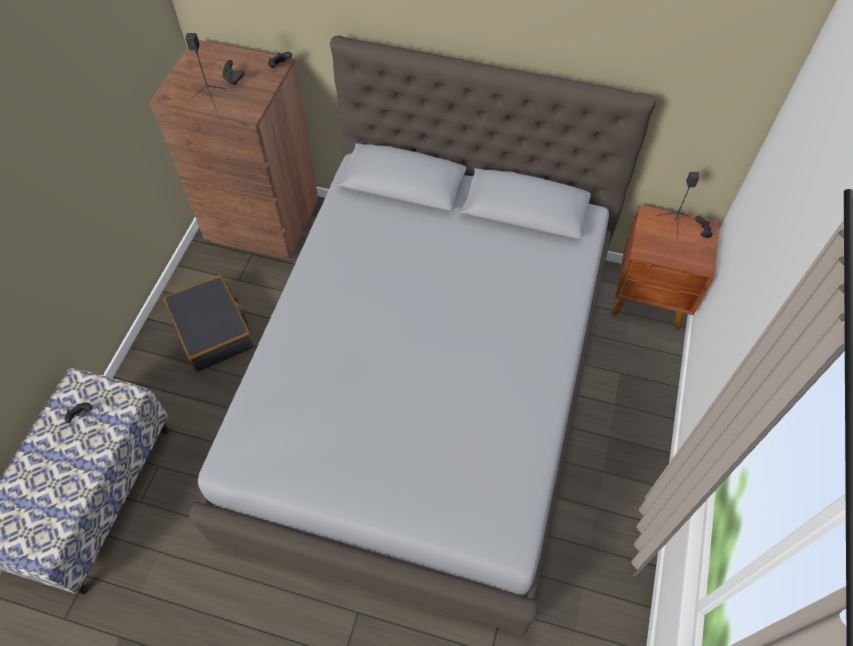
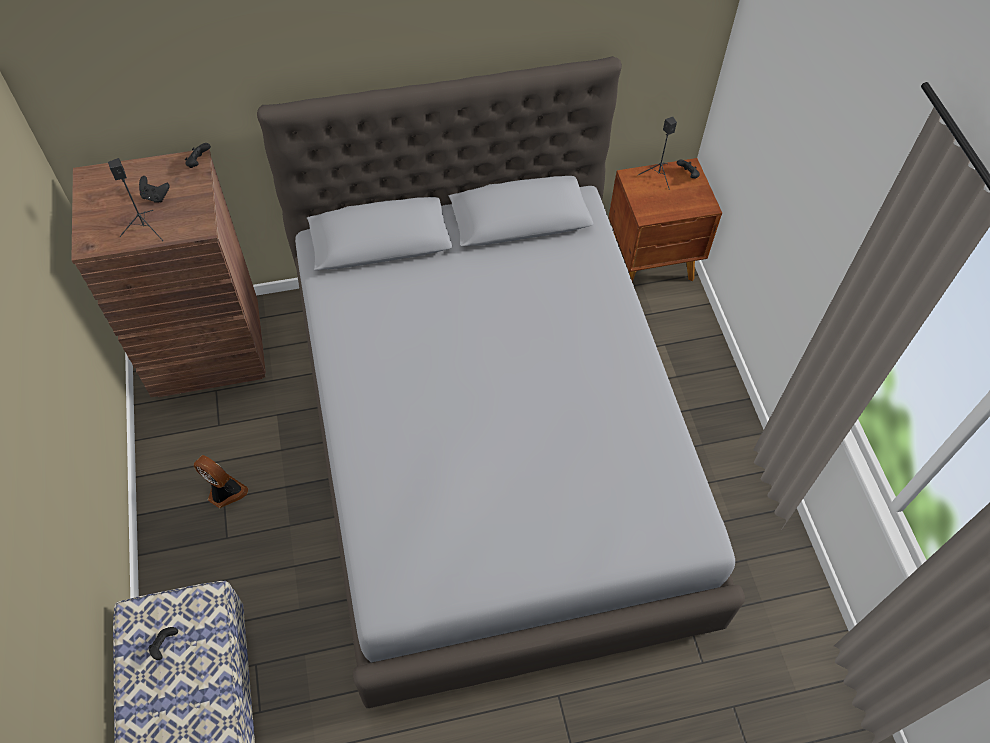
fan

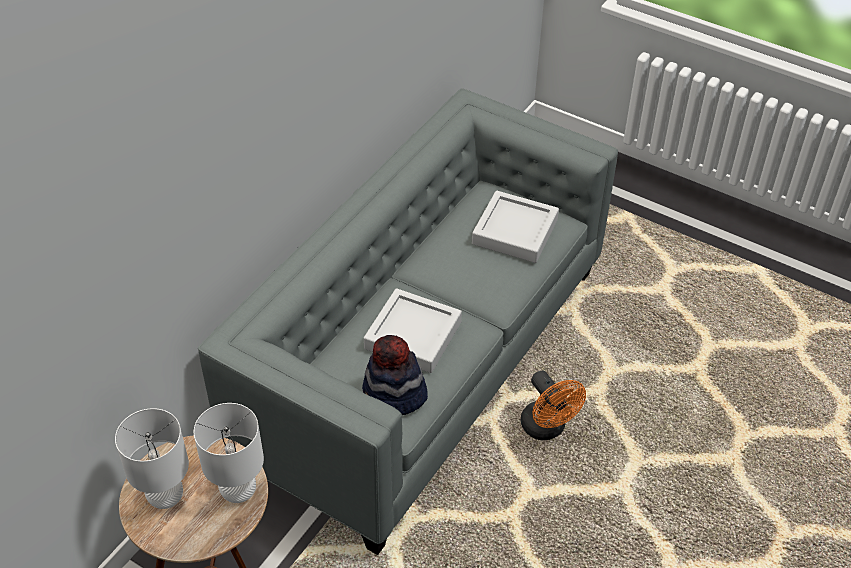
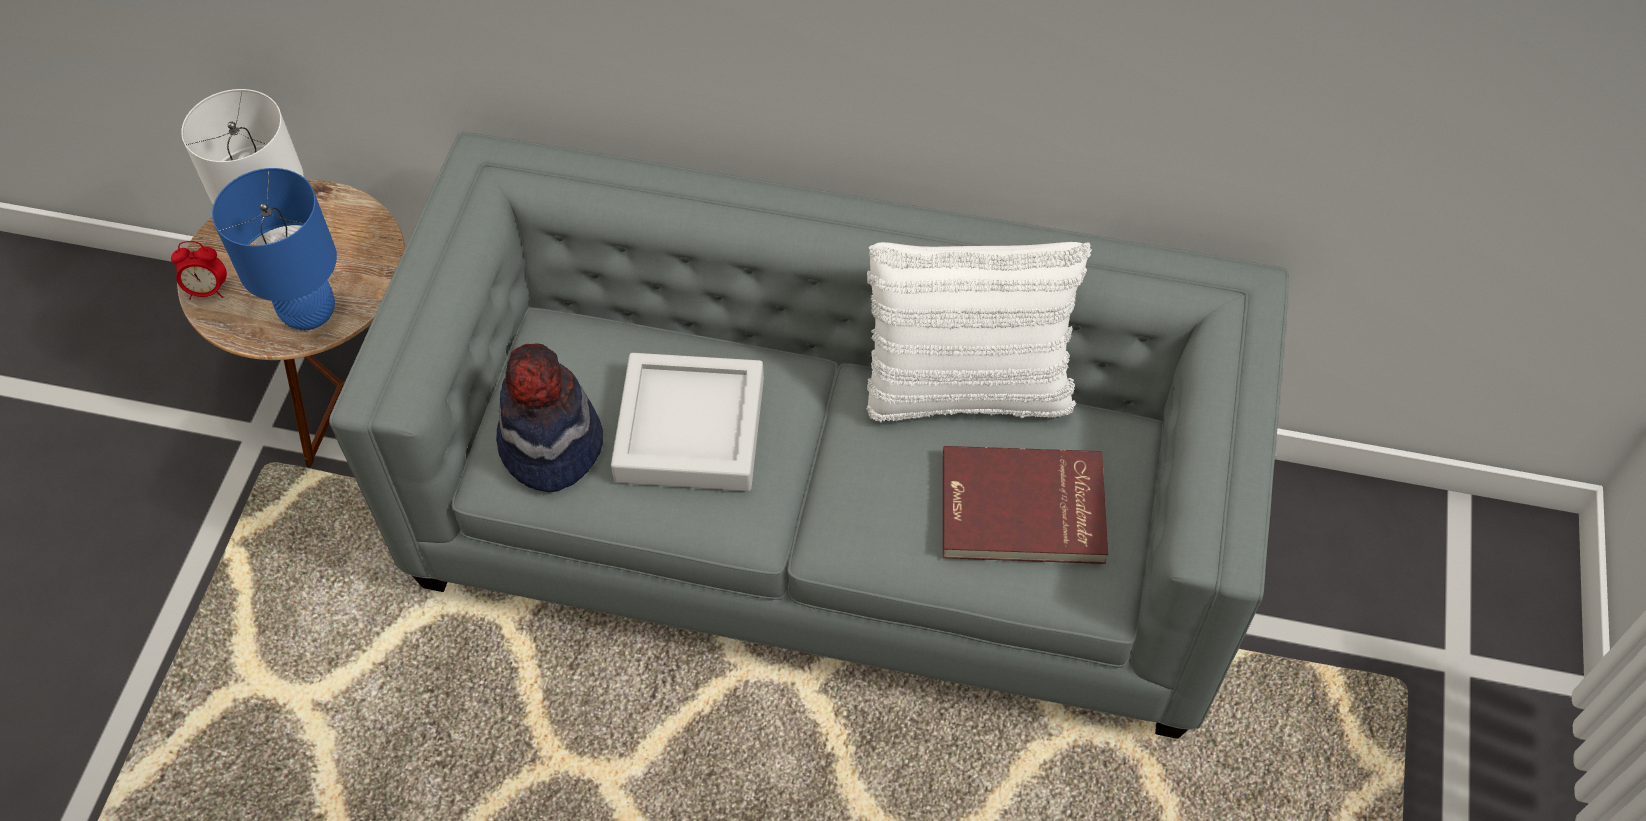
bedside clock
lamp for a table/bluish
pillow/whitish
volume/red
fan/orange-coloured

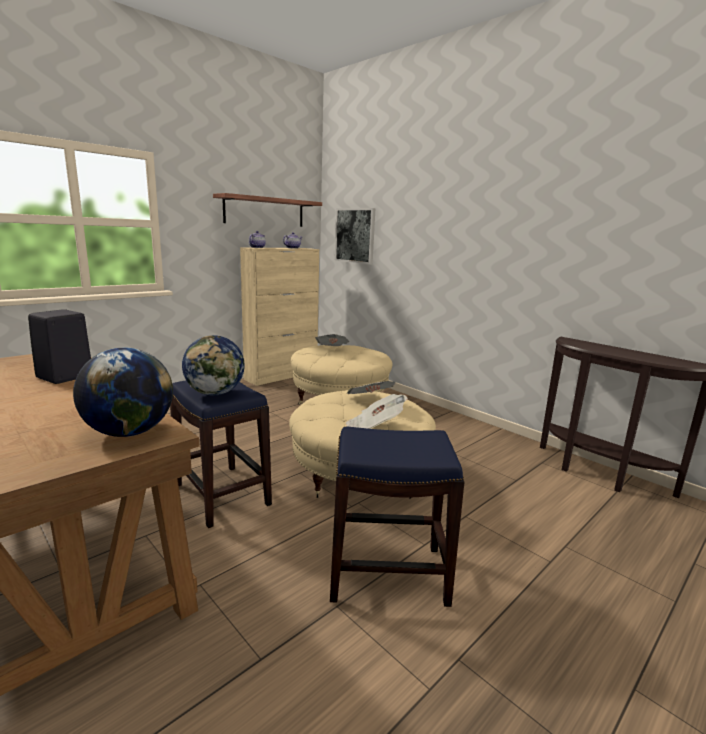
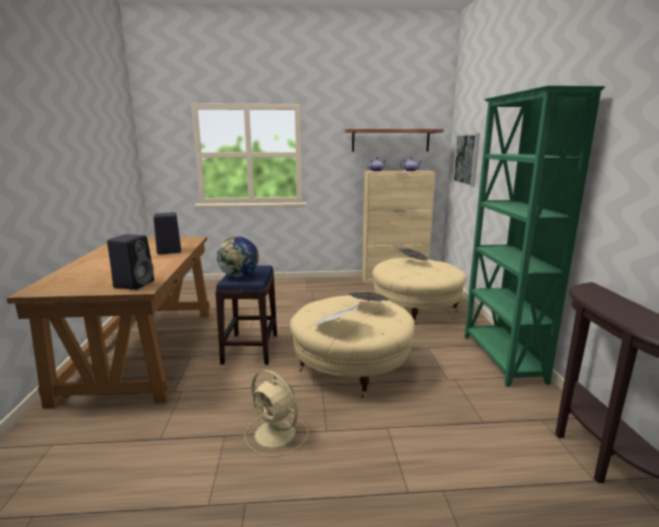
speaker/blackish (no. 1 from left)
fan/sand-coloured
shelving unit/green

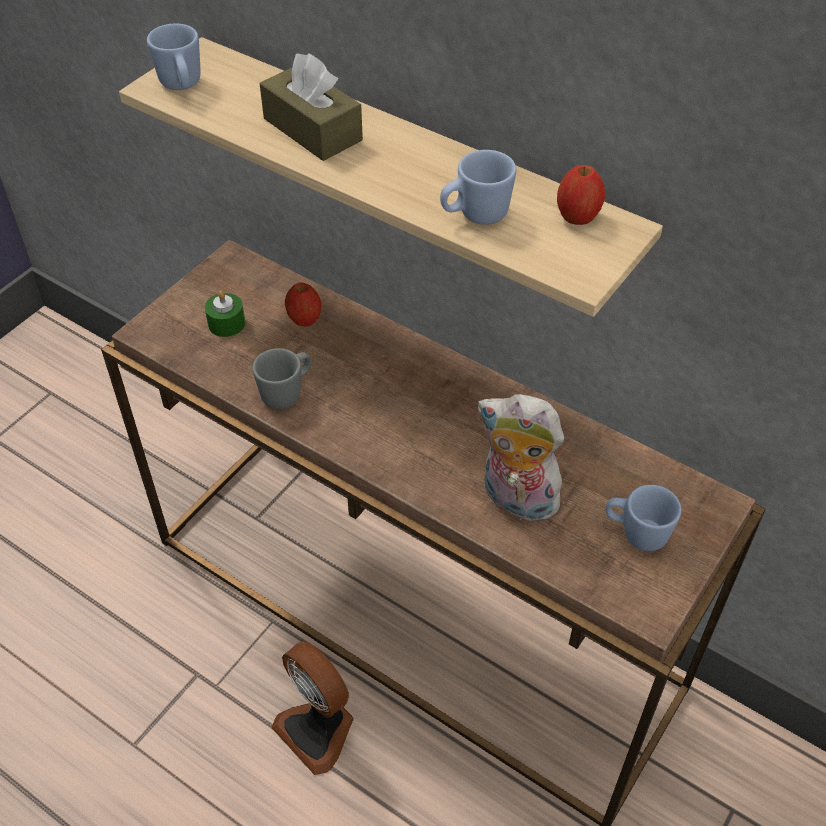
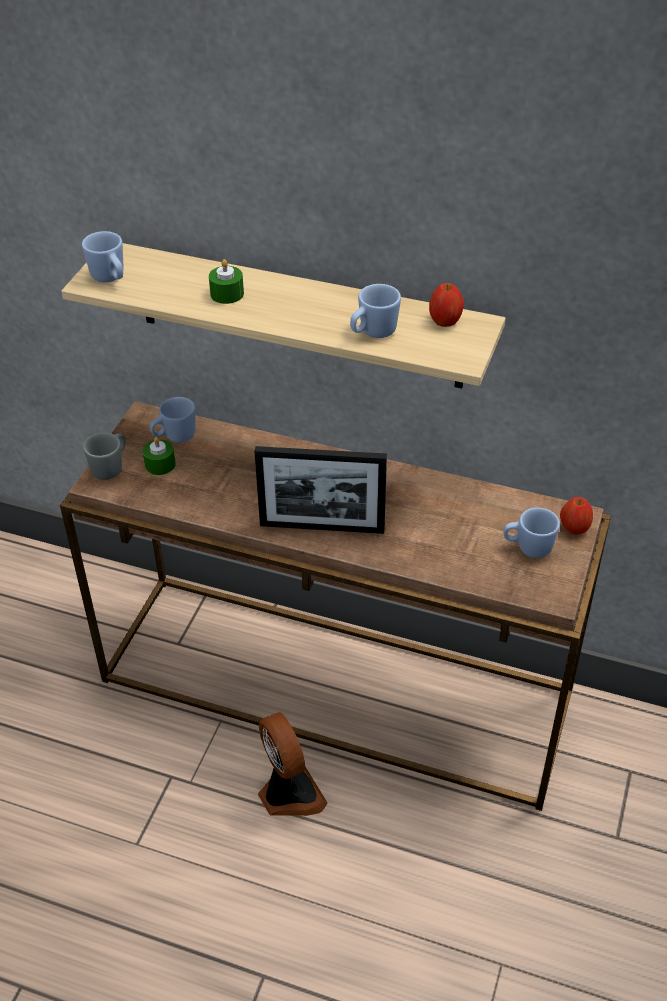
mug/grey
mug/bluish (no. 2 from left)
candle/green (no. 2 from left)
picture frame
fan
whole apple (no. 2 from left)
cuddly toy

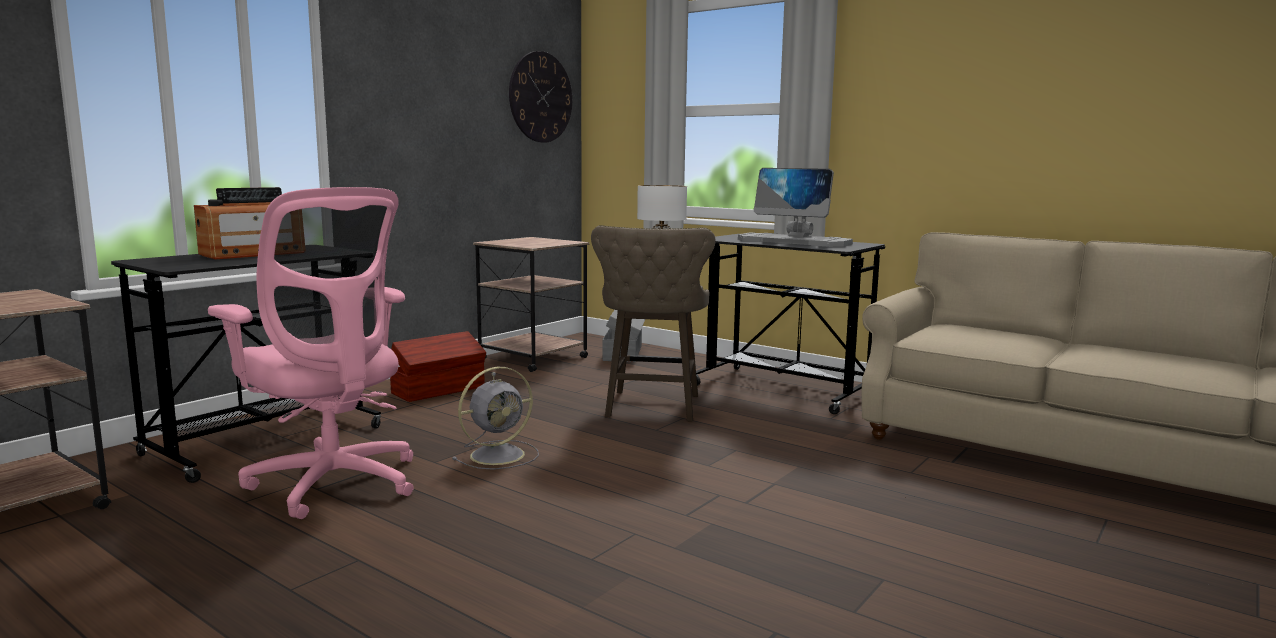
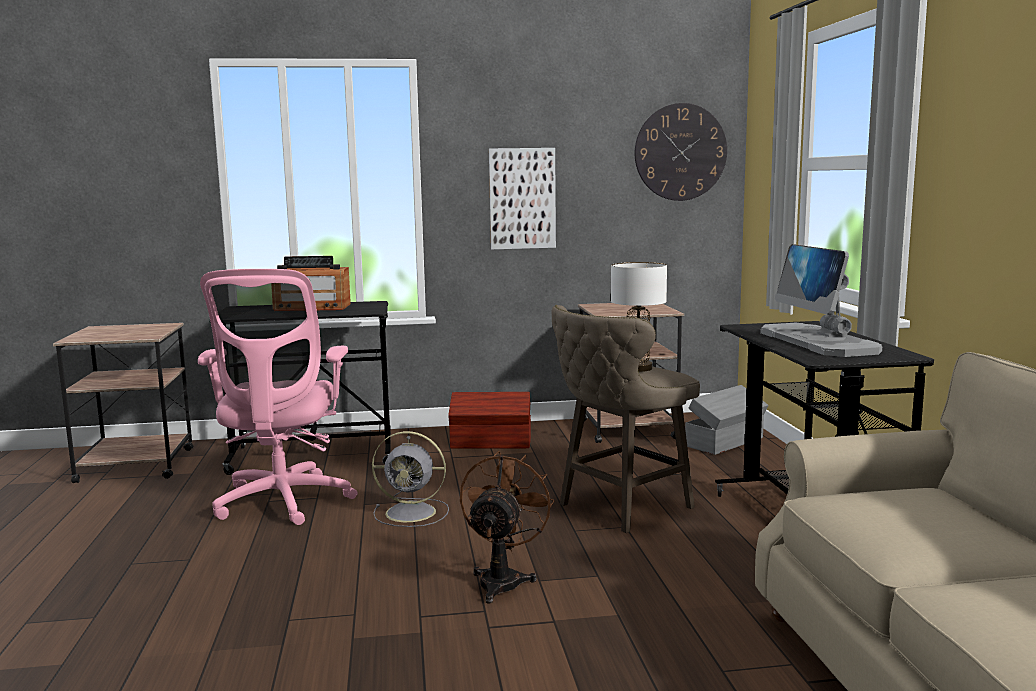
fan/brown
picture

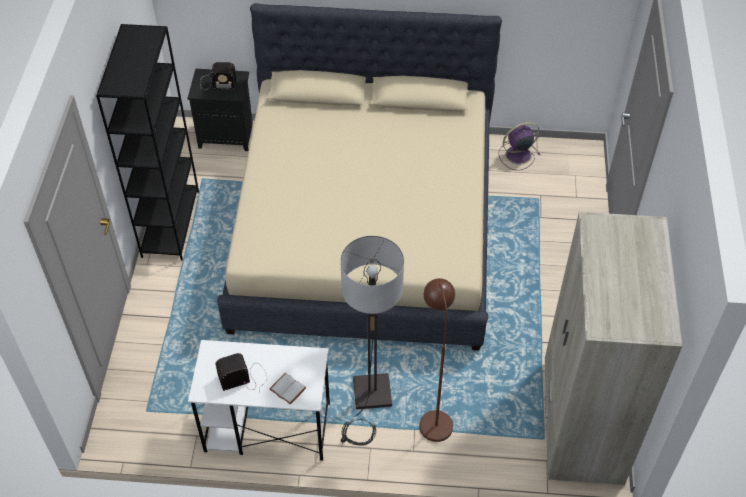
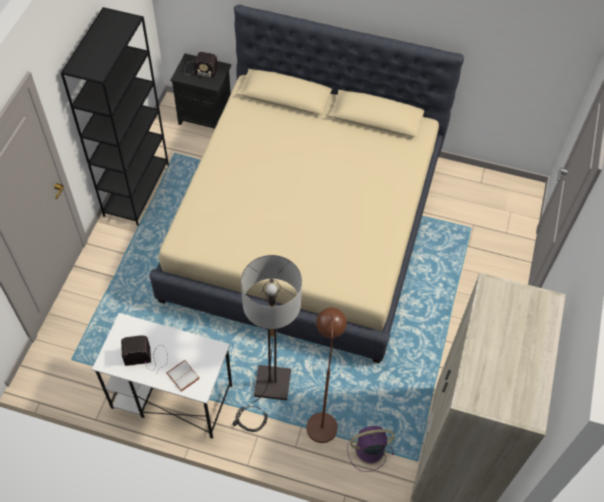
fan/purplish

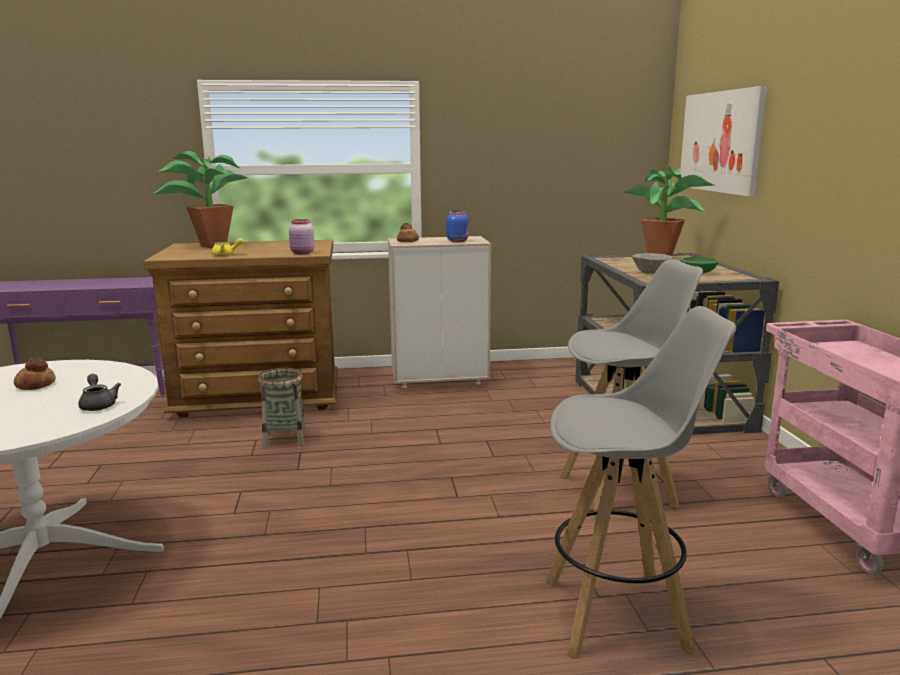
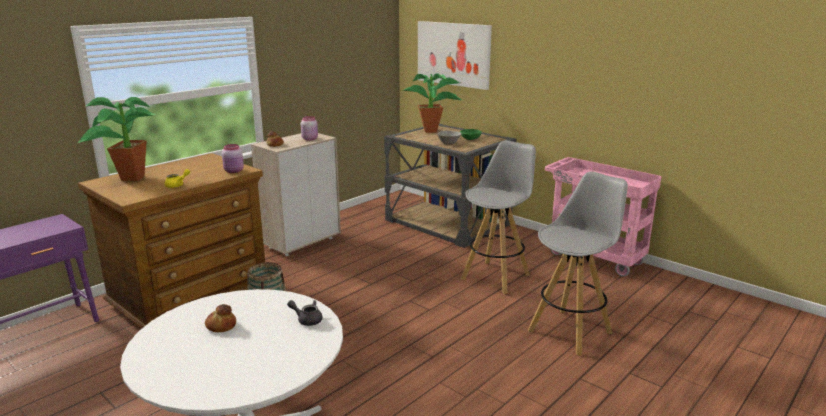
preserve jar/pink (no. 2 from left)

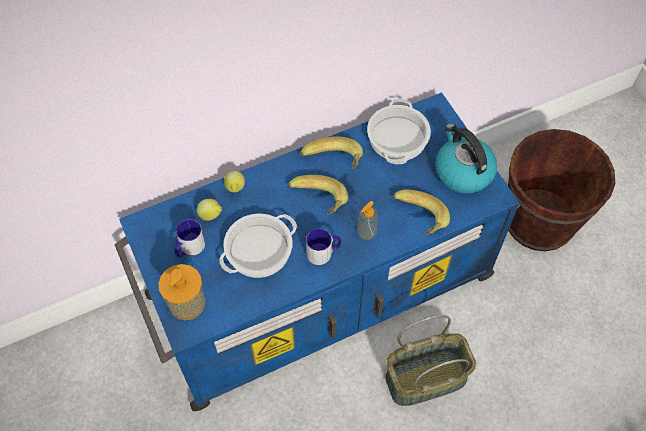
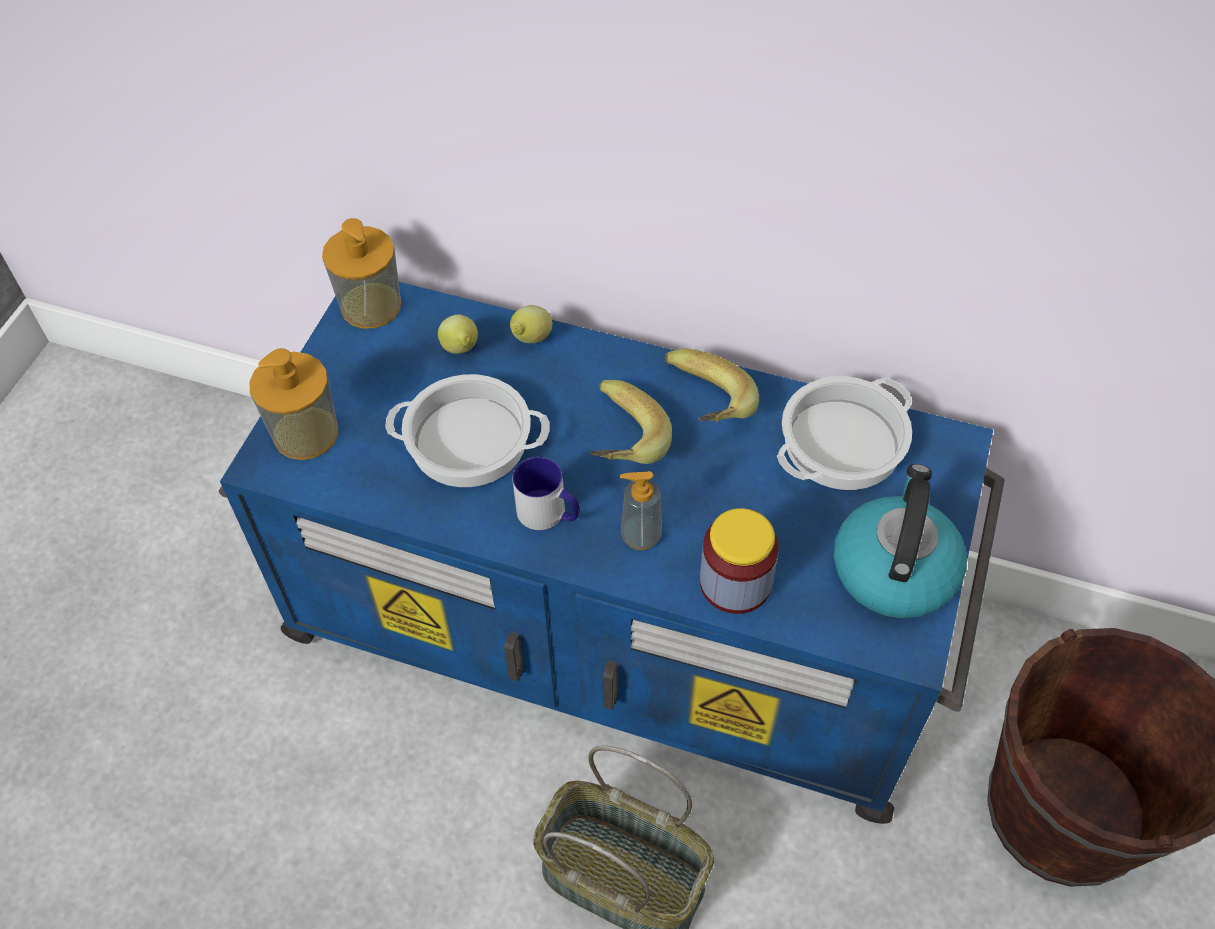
soap dispenser (no. 2 from left)
preserve jar
mug (no. 1 from left in the first image)

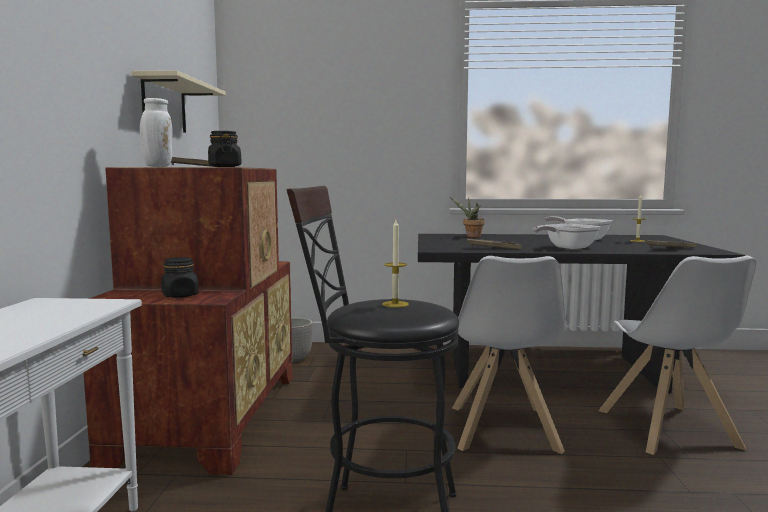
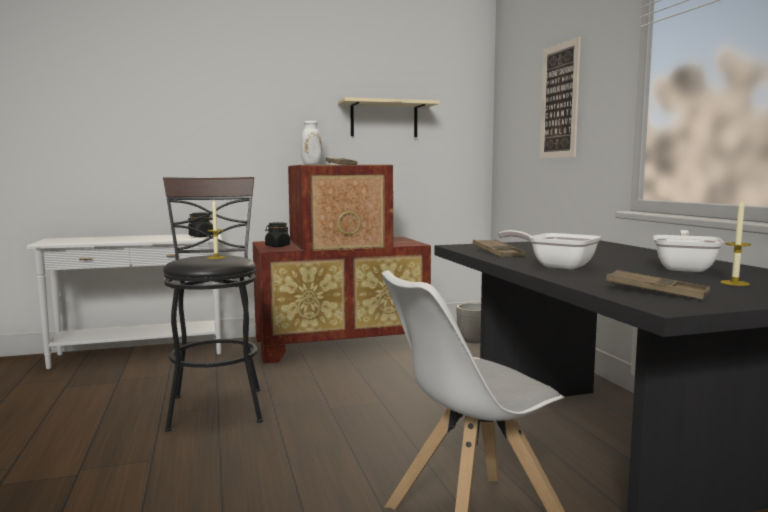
preserve jar/blackish (no. 1 from left)
picture
potted plant
upright chair (no. 1 from left in the first image)

